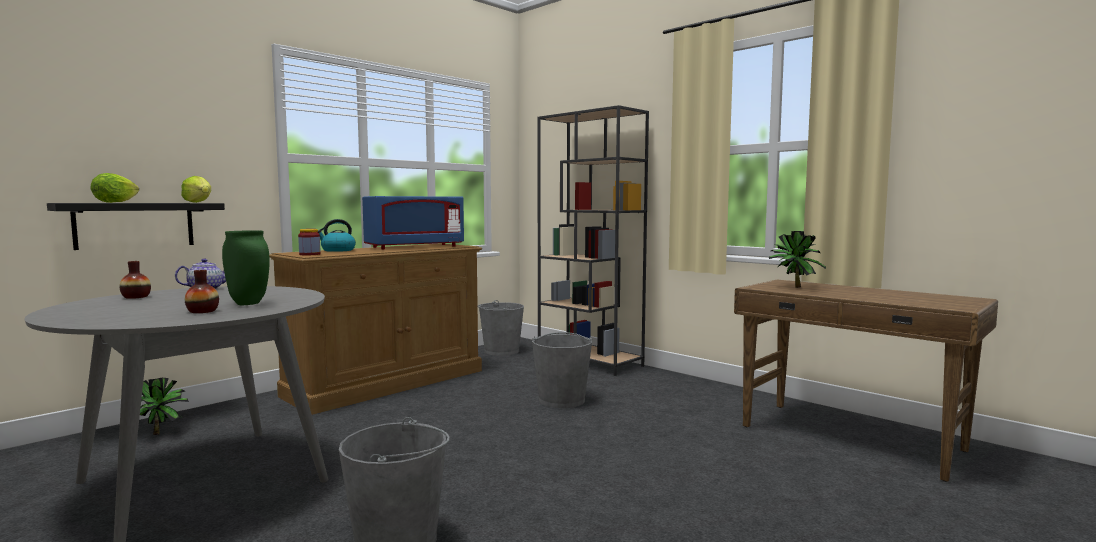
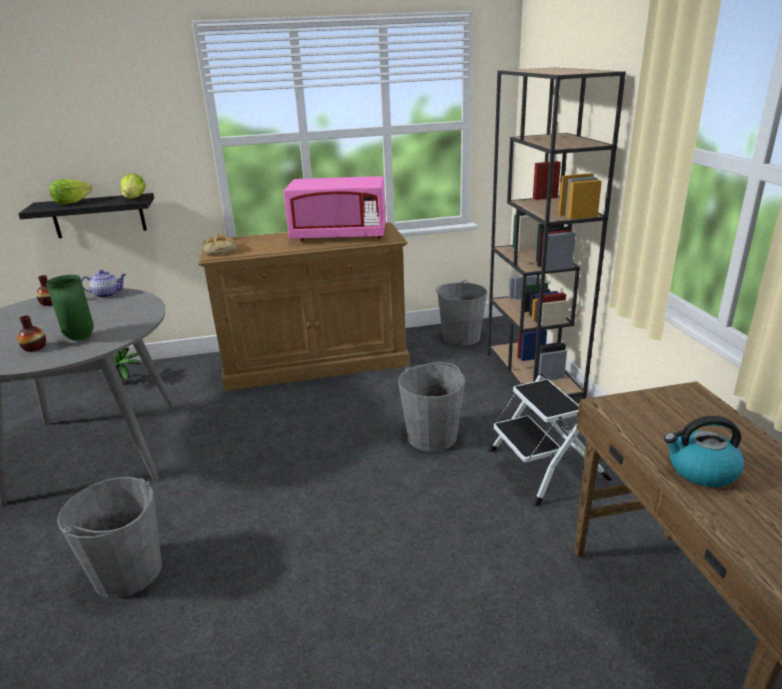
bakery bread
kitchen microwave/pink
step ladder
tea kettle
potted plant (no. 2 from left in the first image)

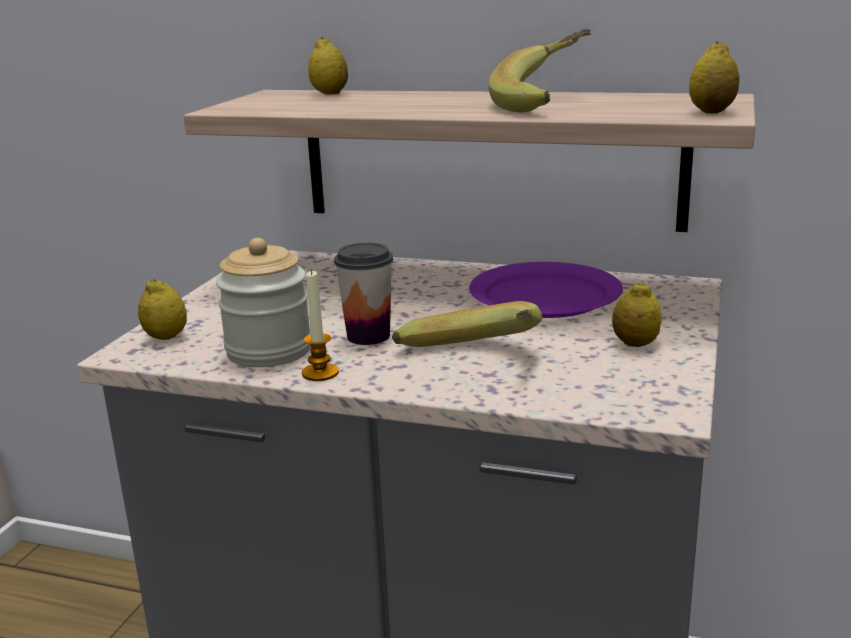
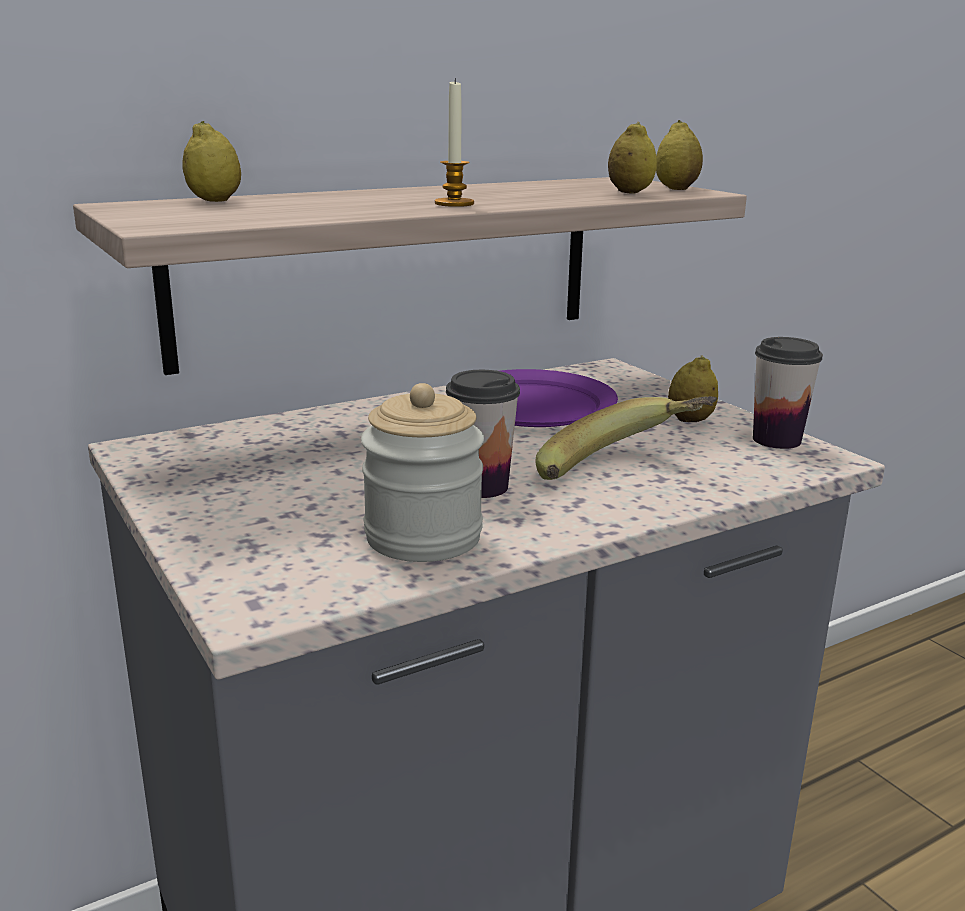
candle
lemon (no. 2 from left)
small cup (no. 2 from left)
banana (no. 2 from left in the first image)

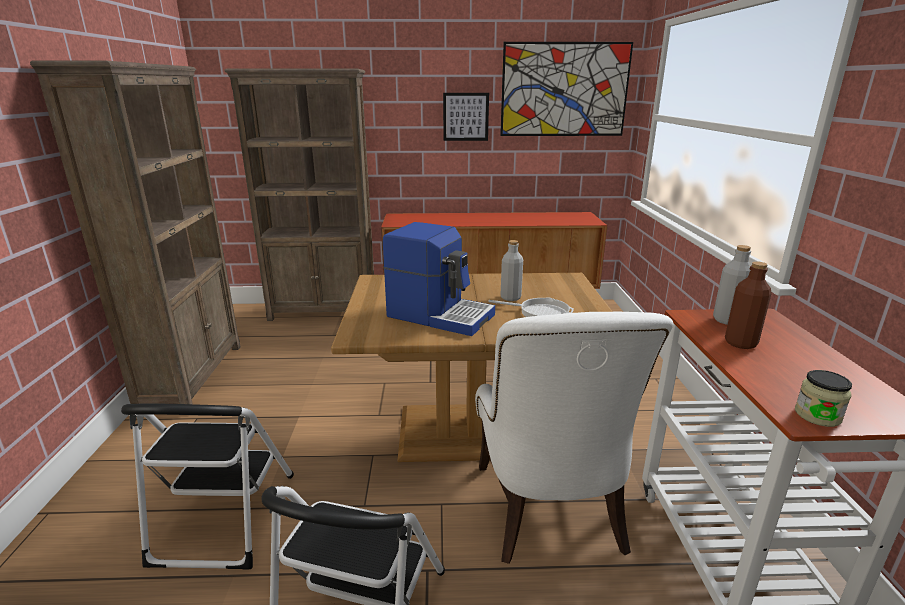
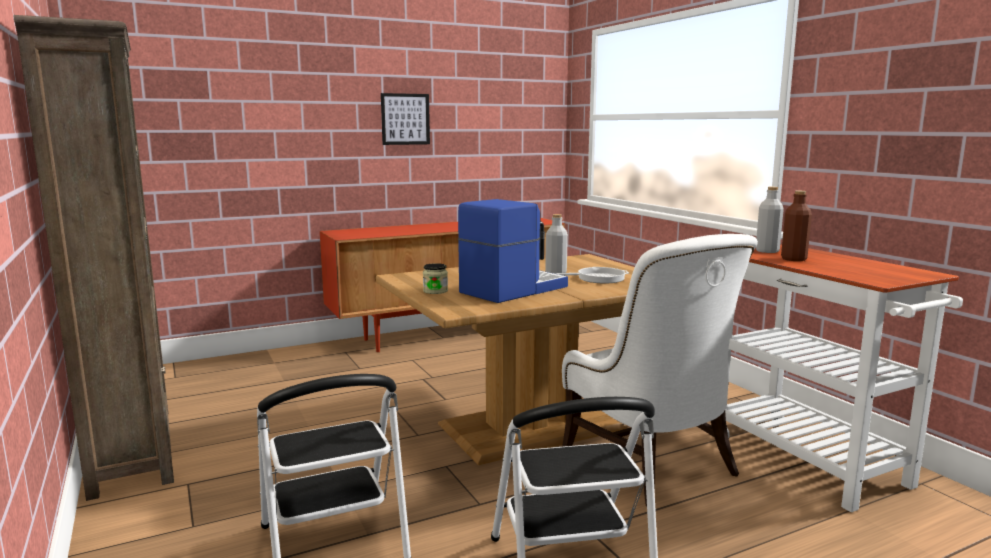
preserve jar
coffee machine
shelving unit/brown (no. 2 from left in the first image)
picture (no. 2 from left in the first image)

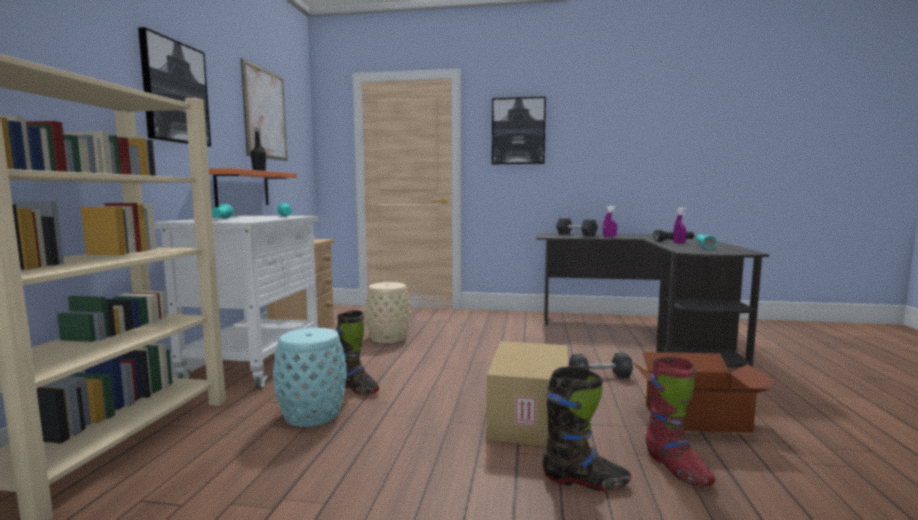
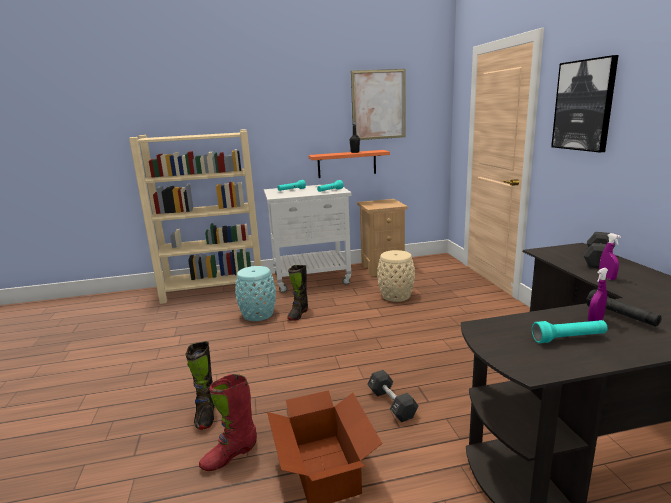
picture (no. 1 from left in the first image)
carton (no. 1 from left in the first image)

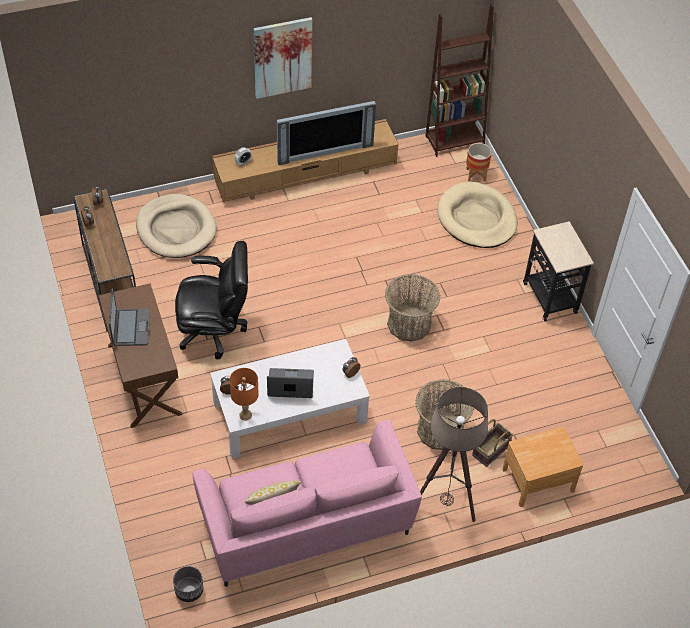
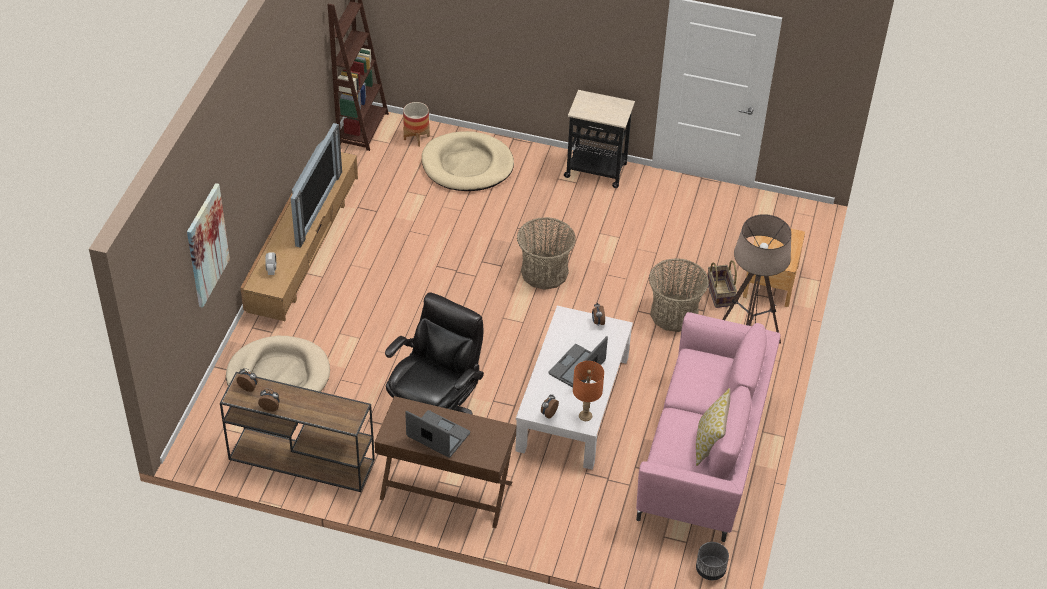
picture

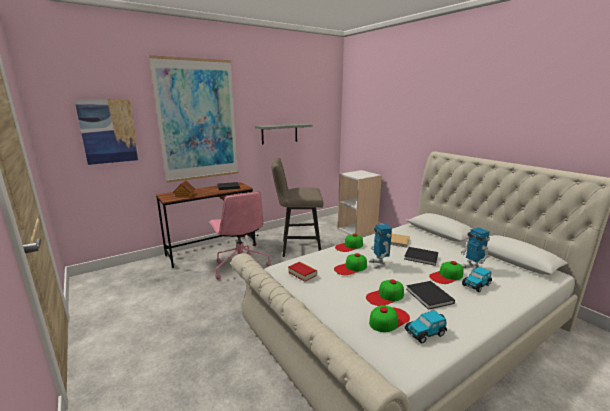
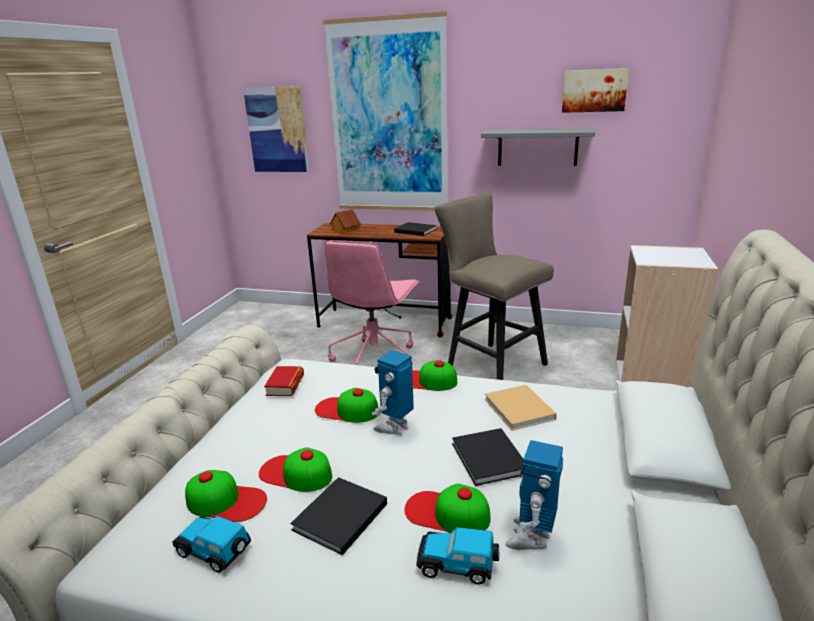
picture (no. 3 from left)

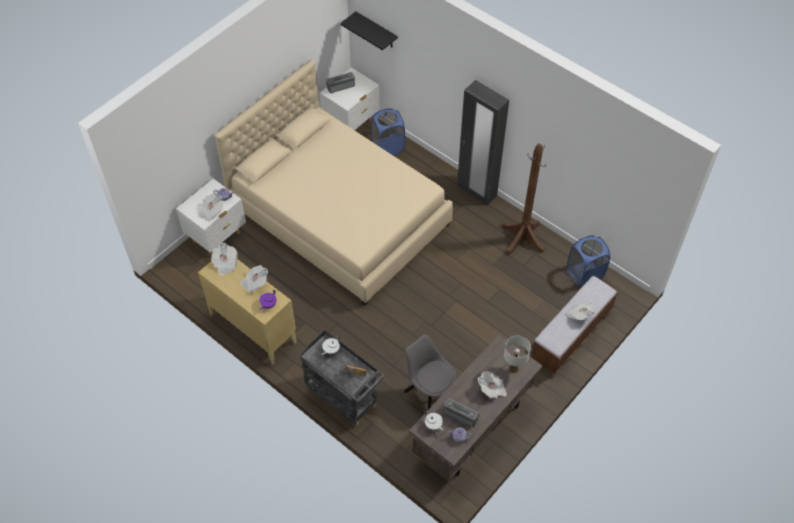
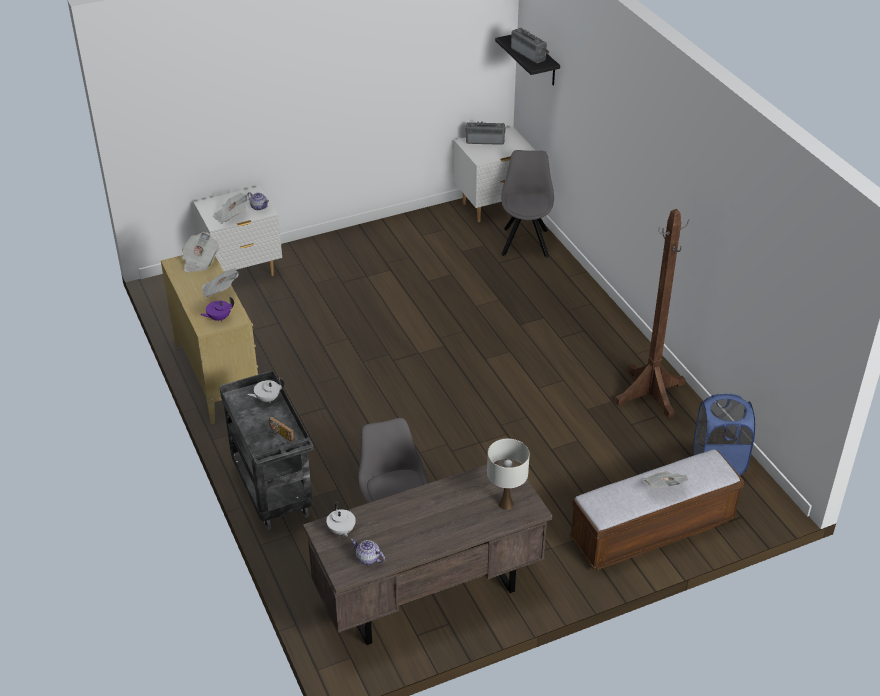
upright chair/grey (no. 2 from left)
radio set (no. 3 from left)
sleeping bed/sand-coloured
wardrobe/blackish
daily paper (no. 4 from left in the first image)

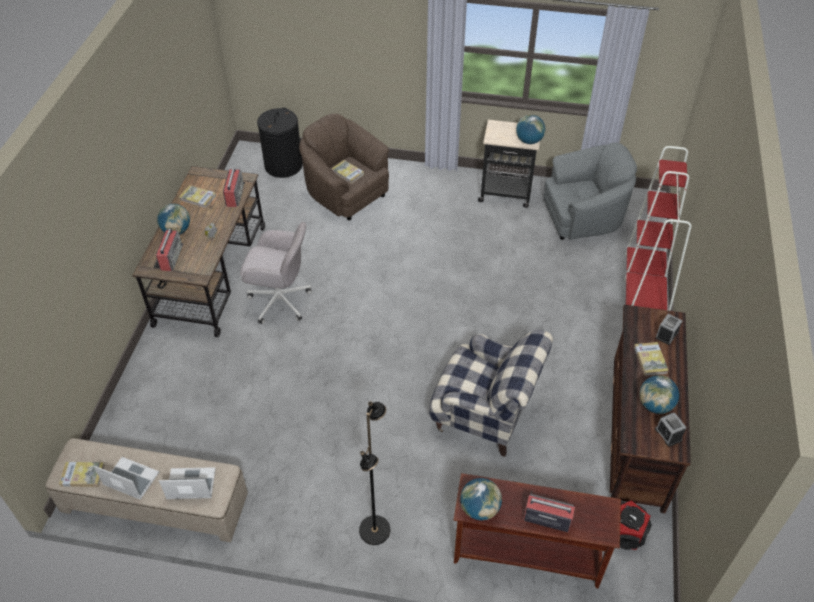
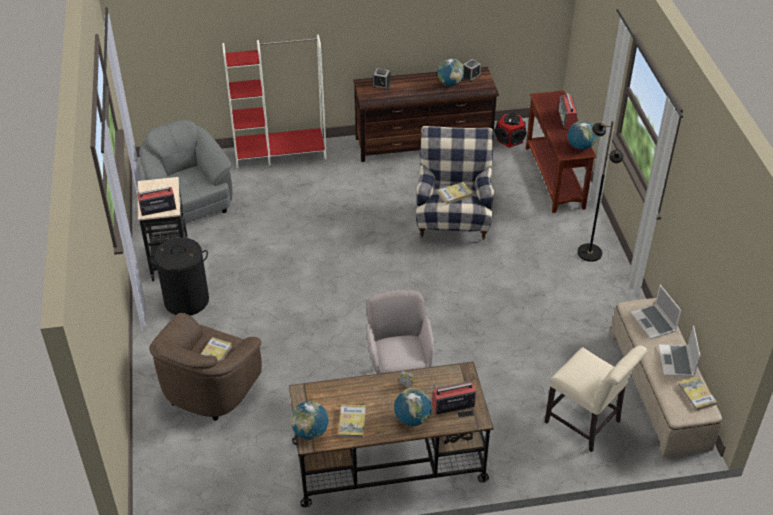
radio set (no. 1 from left)
hamper/blackish
desk globe (no. 1 from left)
volume (no. 3 from left)
upright chair/sand-coloured

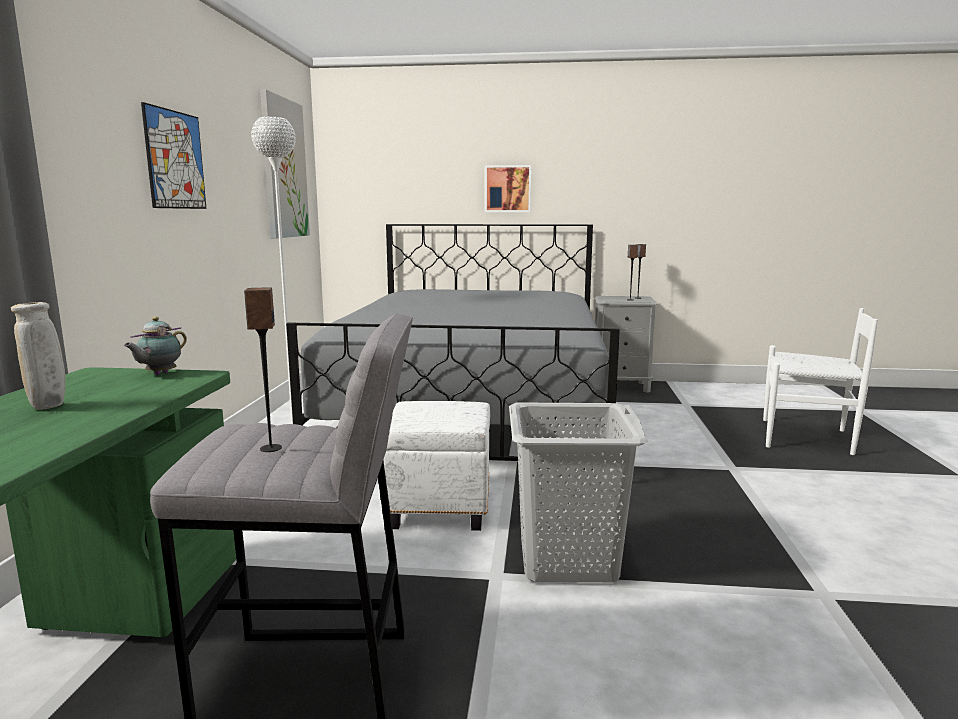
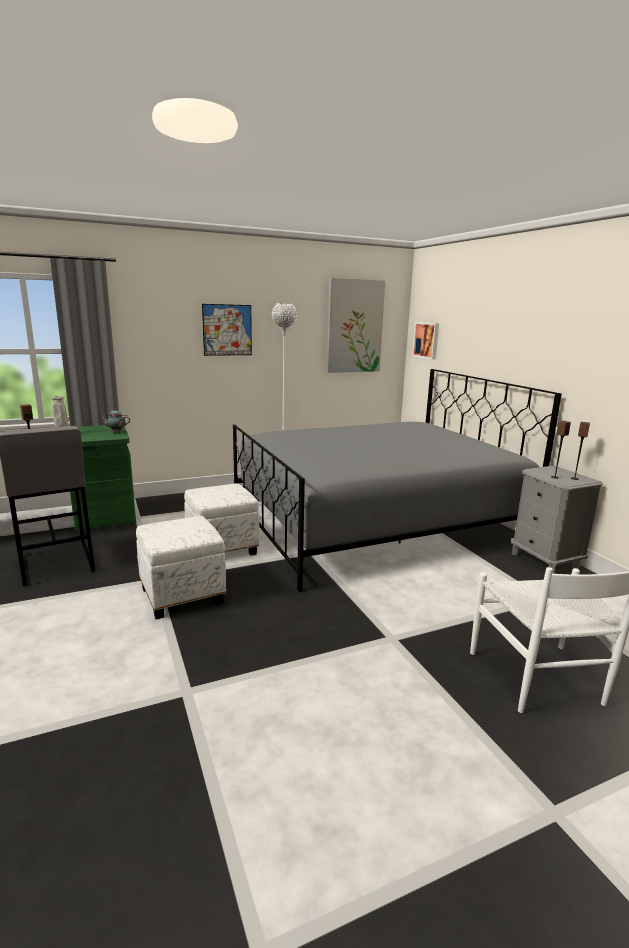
ottoman/whitish (no. 1 from left)
picture (no. 3 from left)

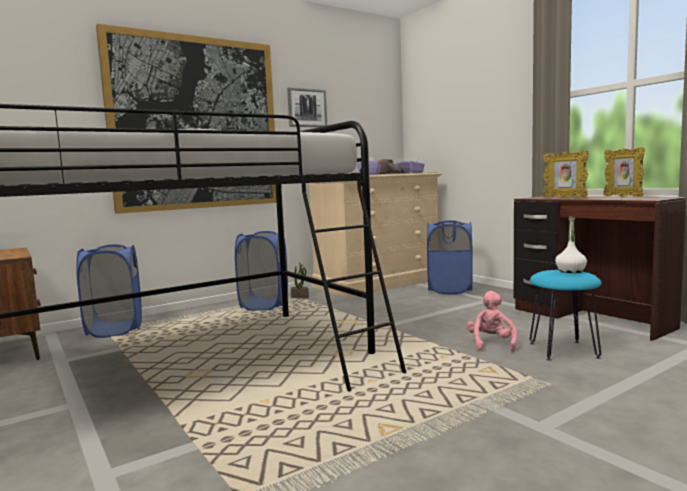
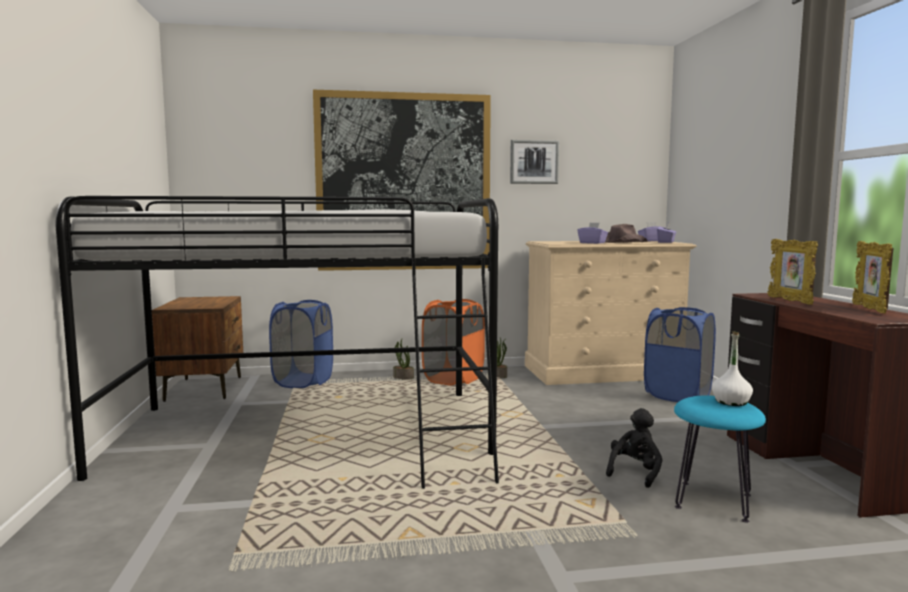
potted plant (no. 1 from left)
hamper/orange-coloured
cuddly toy/blackish

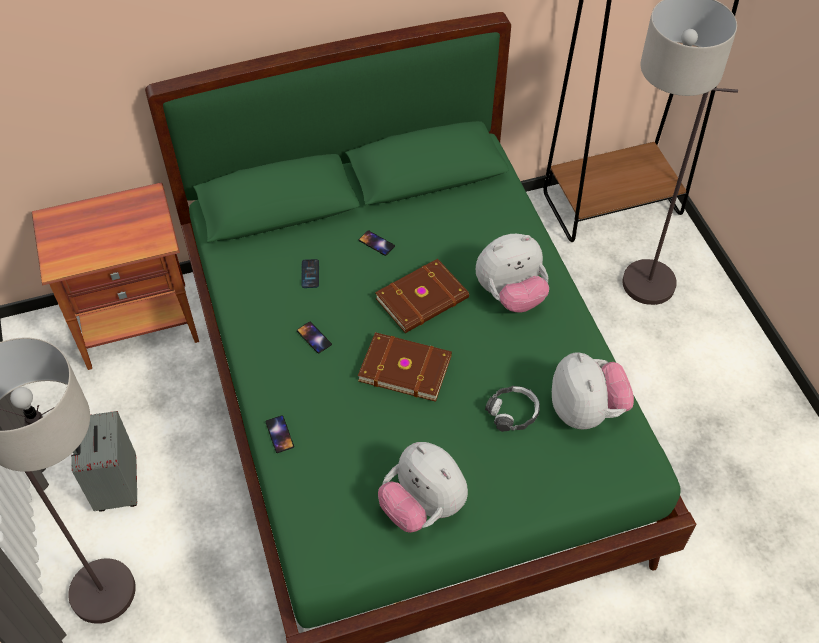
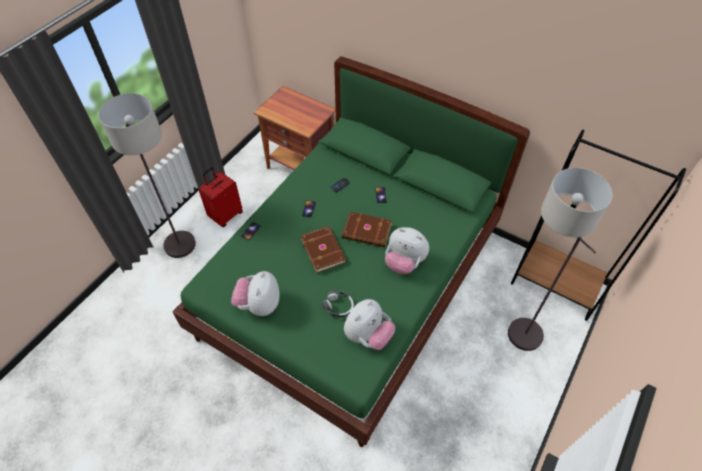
suitcase/red

